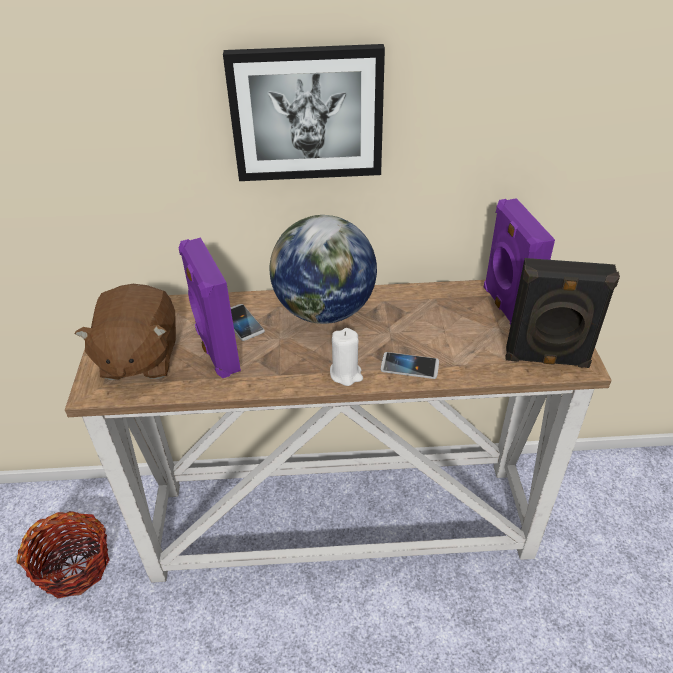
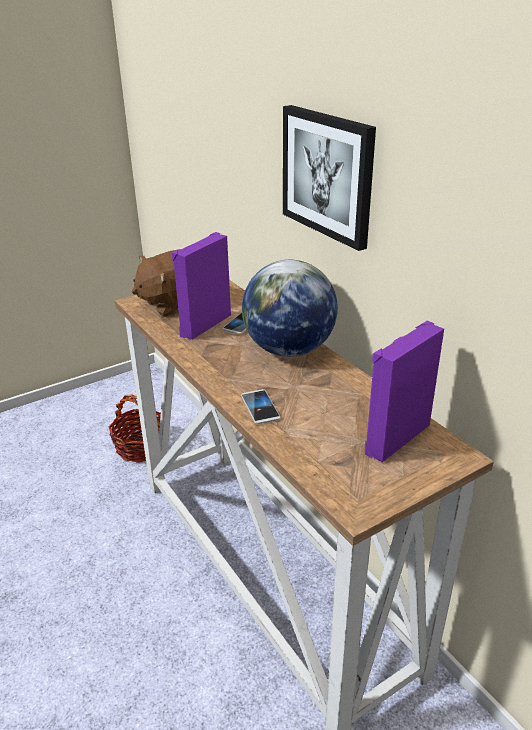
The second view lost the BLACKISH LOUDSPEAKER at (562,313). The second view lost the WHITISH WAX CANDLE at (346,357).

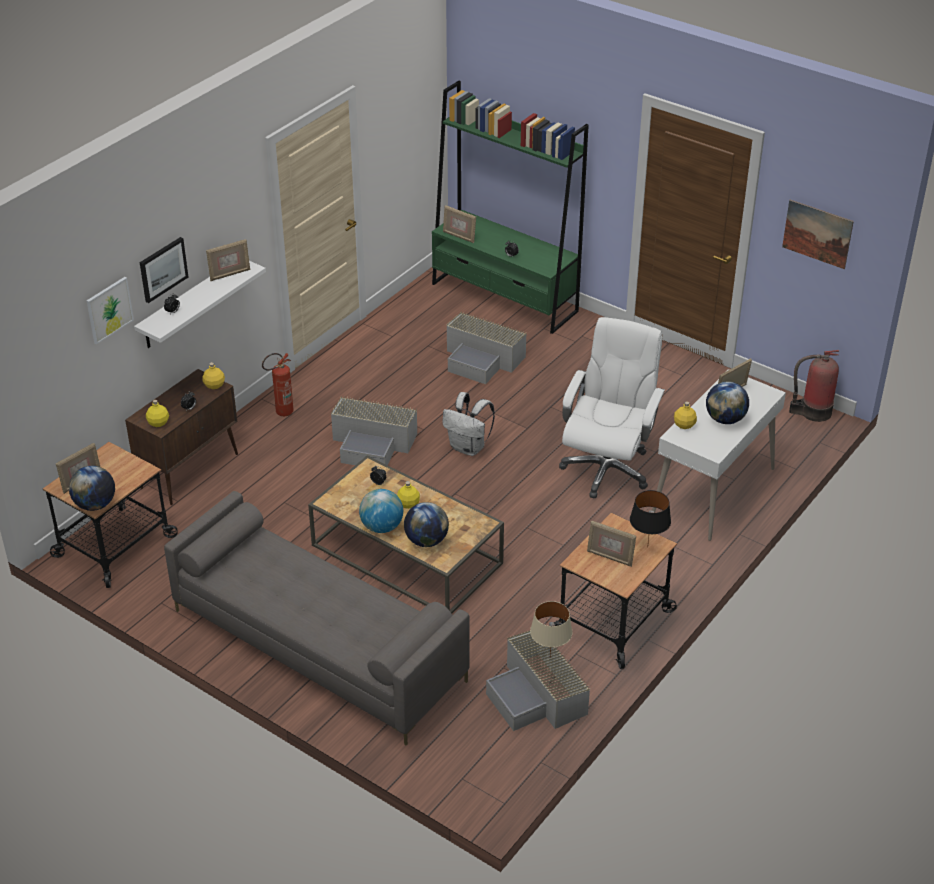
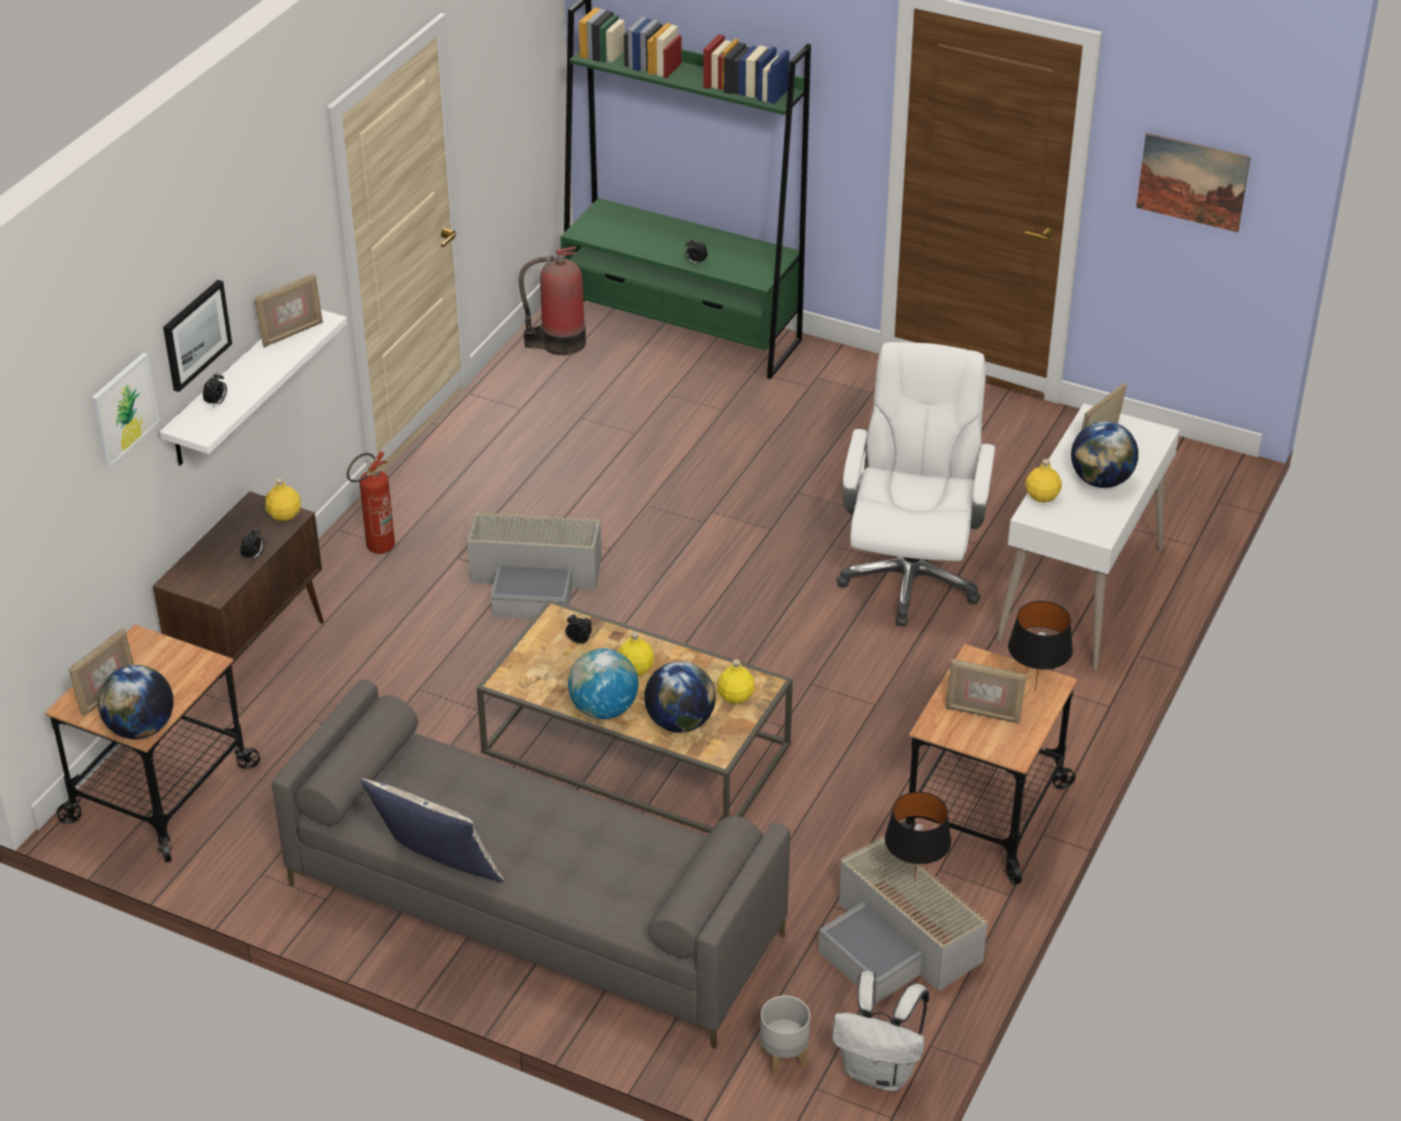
The second view lost the STANDING FRAME at (459,224). The second view lost the GRAY STORAGE CONTAINER at (487,348). The FIRE-FIGHTING CYLINDER ended up elsewhere, having gone from (814,386) to (552,300). The WHITISH BACKPACK ended up elsewhere, having gone from (468,424) to (880,1031). The YELLOW-COLOURED BEVERAGE BOTTLE ended up elsewhere, having gone from (157,413) to (736,681). What was the SAND-COLOURED TABLE LAMP at (551,628) turned into the BLACKISH TABLE LAMP at (918,837). The second view gained the PILLOW at (432,830). The second view gained the GRAY PLANT POT at (785,1036).

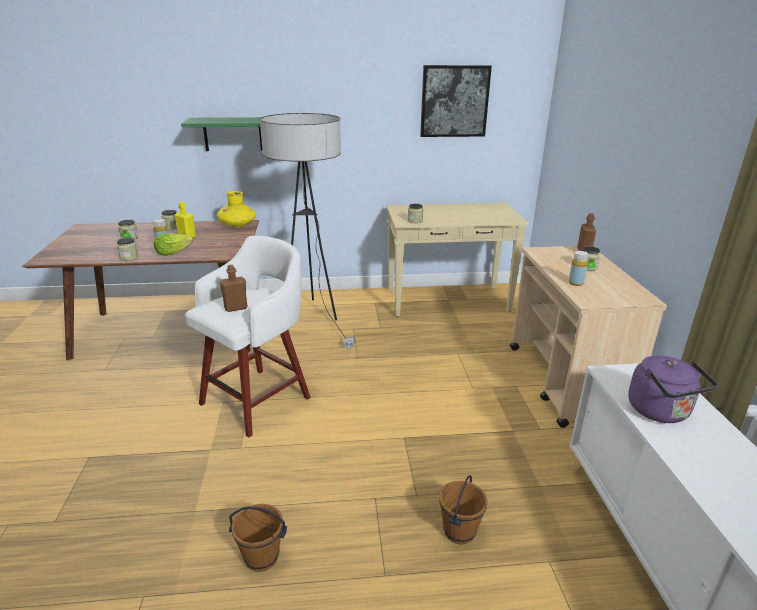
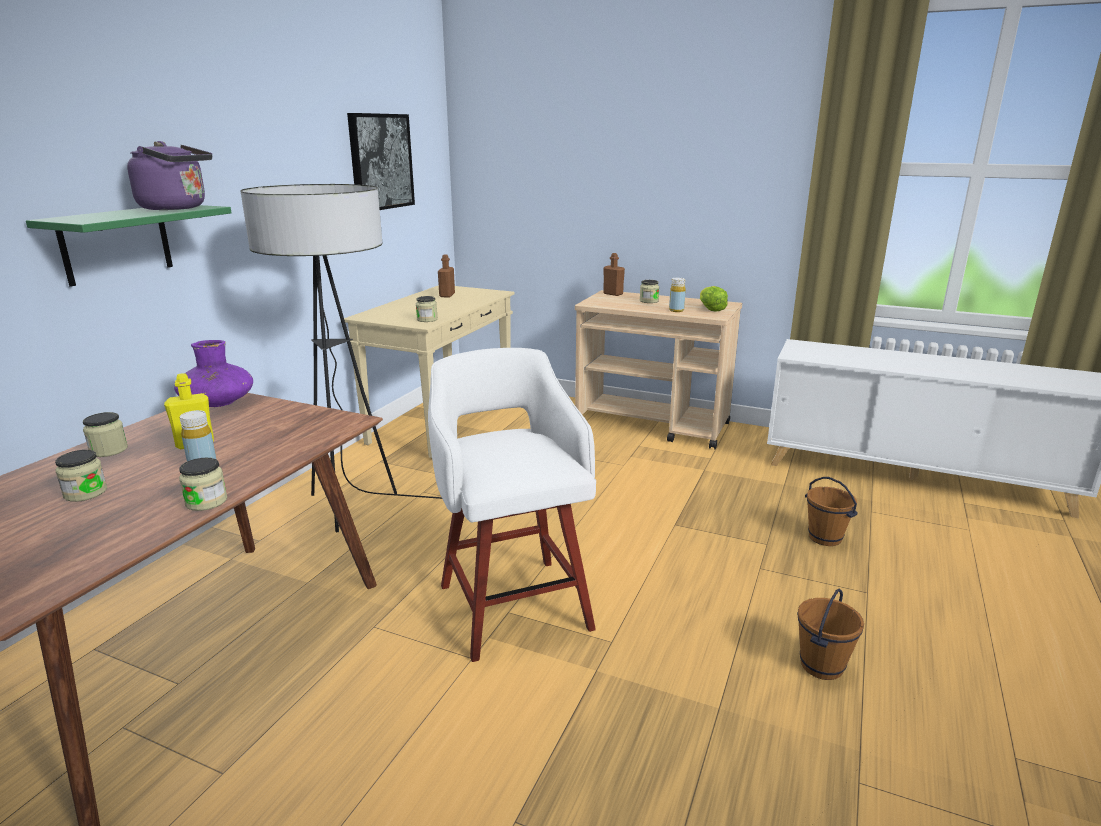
What was the YELLOW-COLOURED FLOWER VASE at (236,209) turned into the PURPLE-COLOURED FLOWER VASE at (213,373). The LETTUCE HEAD ended up elsewhere, having gone from (173,244) to (714,299). The BROWN-COLOURED BEVERAGE BOTTLE ended up elsewhere, having gone from (234,288) to (446,276). The PURPLE-COLOURED WATER KETTLE ended up elsewhere, having gone from (673,389) to (169,175).

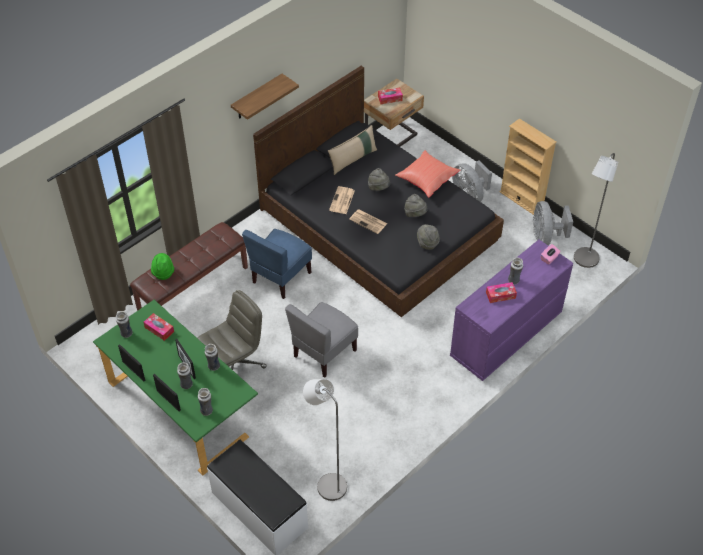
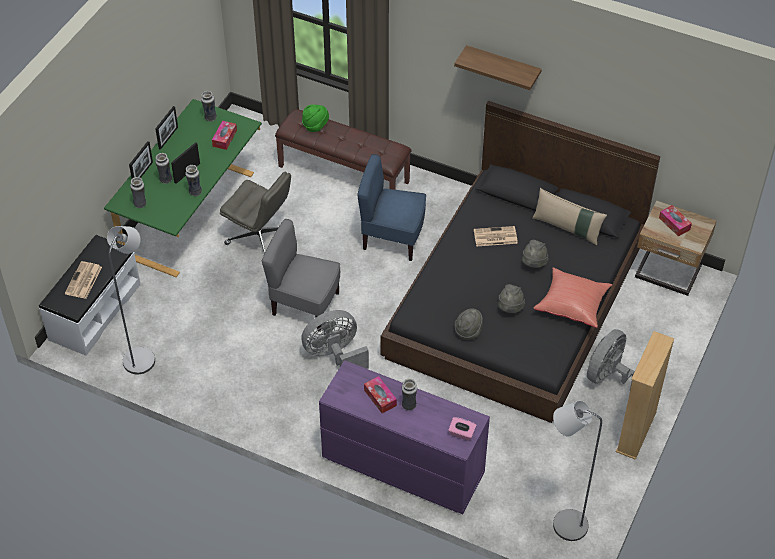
The GRAY ELECTRIC FAN ended up elsewhere, having gone from (553,223) to (335,339). The DAILY PAPER ended up elsewhere, having gone from (368,221) to (83,280).

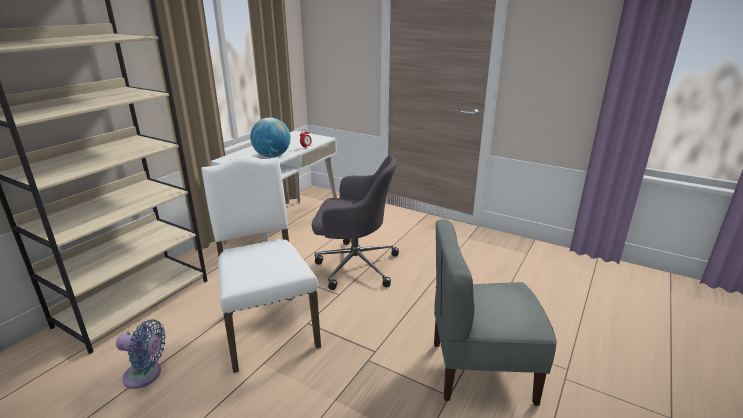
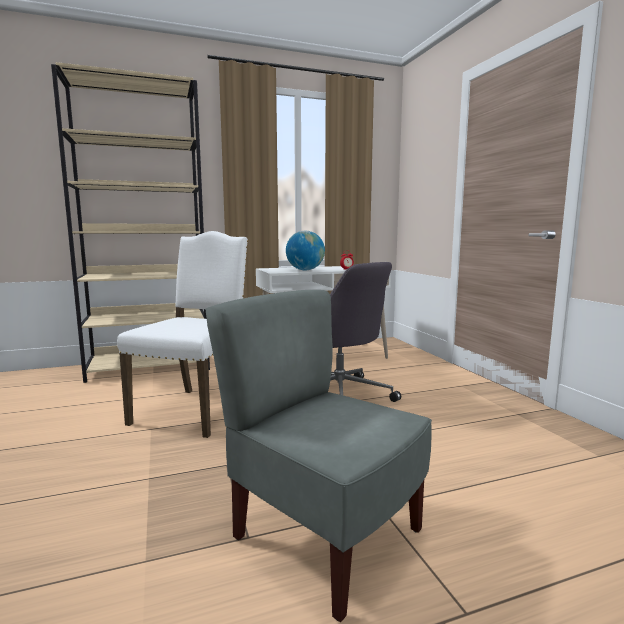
The second view lost the BLUISH ELECTRIC FAN at (141,354).

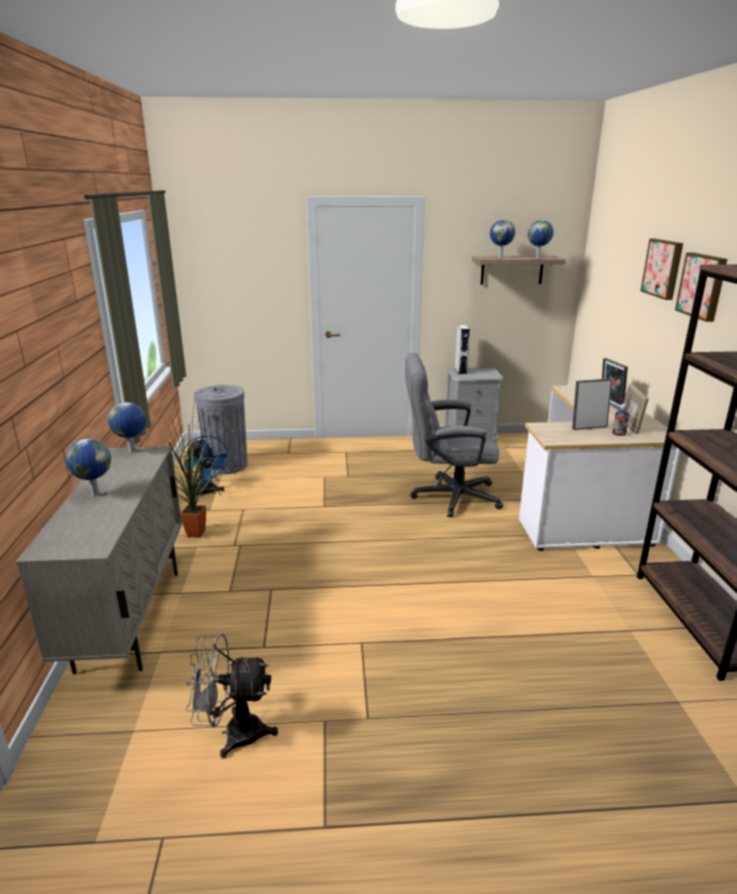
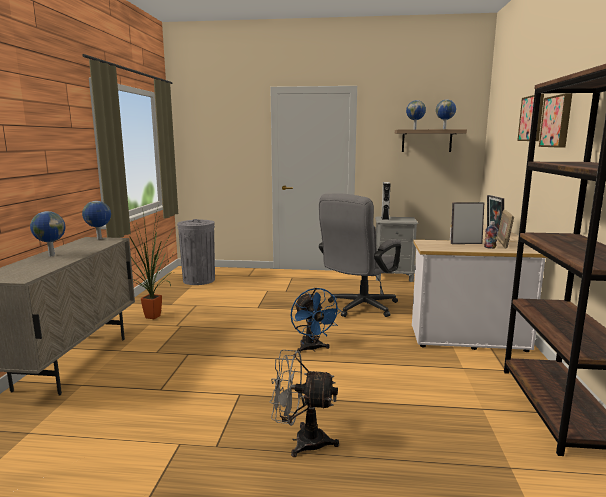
The GRAY OFFICE CHAIR at (454,435) ended up facing another way, 60 degrees counterclockwise from before. The BLUISH ELECTRIC FAN ended up elsewhere, having gone from (205,465) to (316,320). The GRAY ELECTRIC FAN ended up elsewhere, having gone from (232,696) to (304,403).

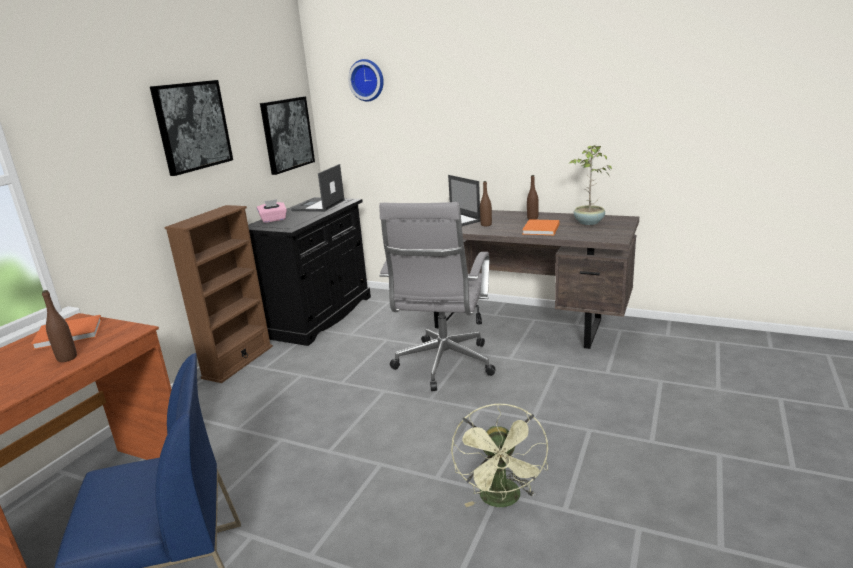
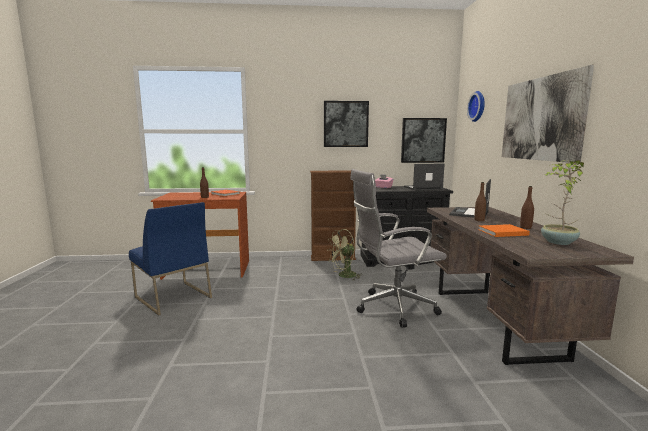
The GREEN ELECTRIC FAN ended up elsewhere, having gone from (499,455) to (344,254). The second view gained the WALL PICTURE at (548,114).

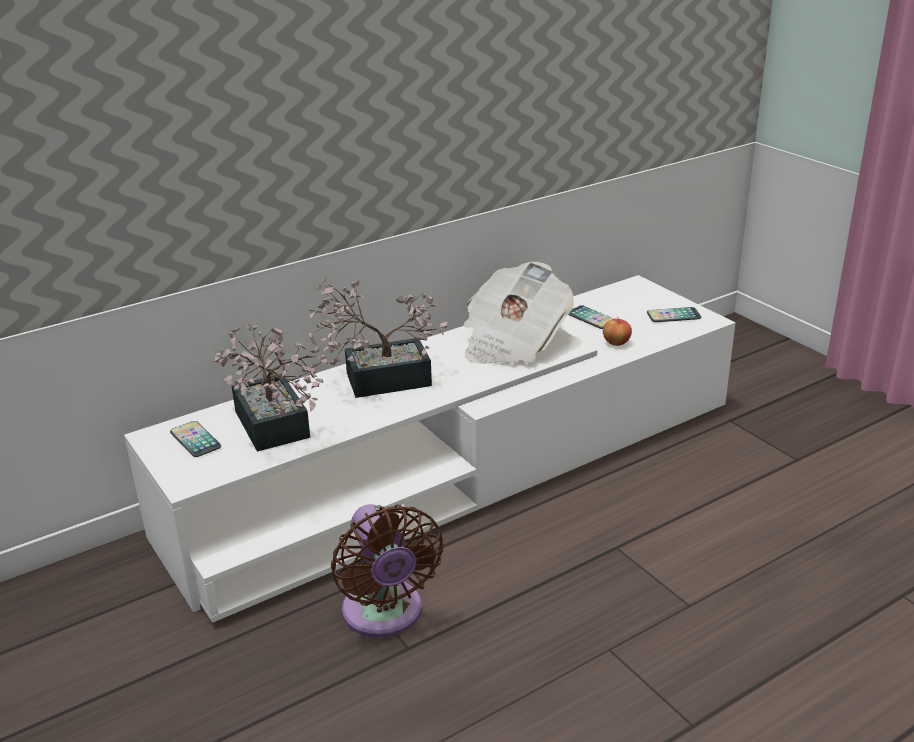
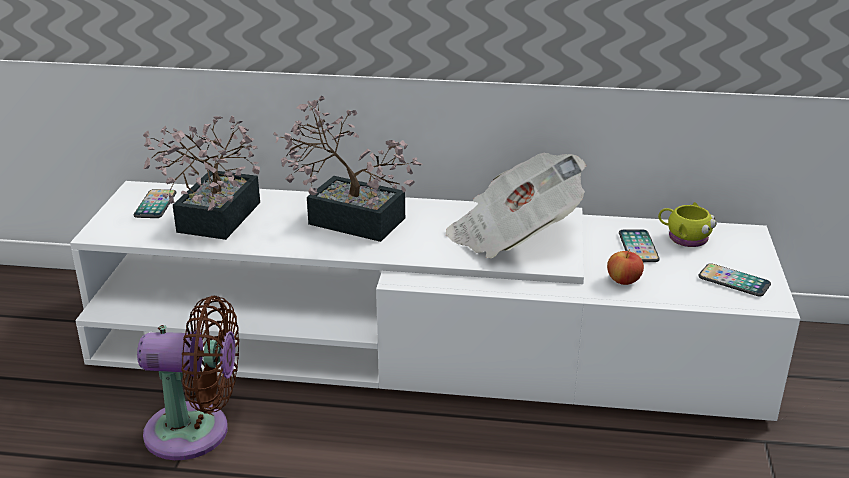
The BROWN-COLOURED ELECTRIC FAN at (387,571) ended up facing another way, 105 degrees counterclockwise from before. The second view gained the YELLOW-COLOURED COFFEE MUG at (687,224).

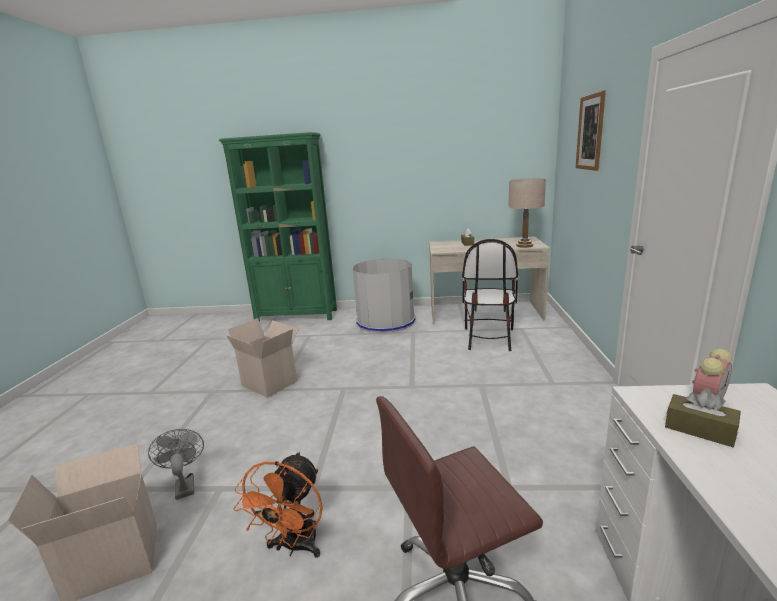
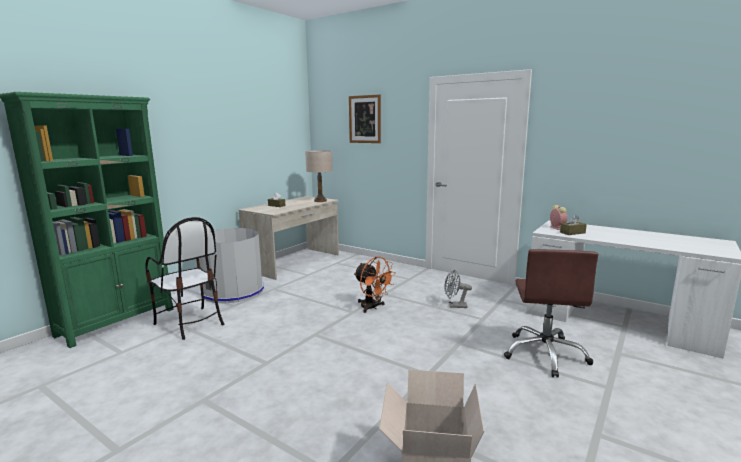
The PLAIN CHAIR ended up elsewhere, having gone from (490,295) to (185,278). The second view lost the CARDBOARD BOX at (262,358). The GRAY ELECTRIC FAN ended up elsewhere, having gone from (176,464) to (458,289). The ORANGE ELECTRIC FAN ended up elsewhere, having gone from (278,505) to (375,285).

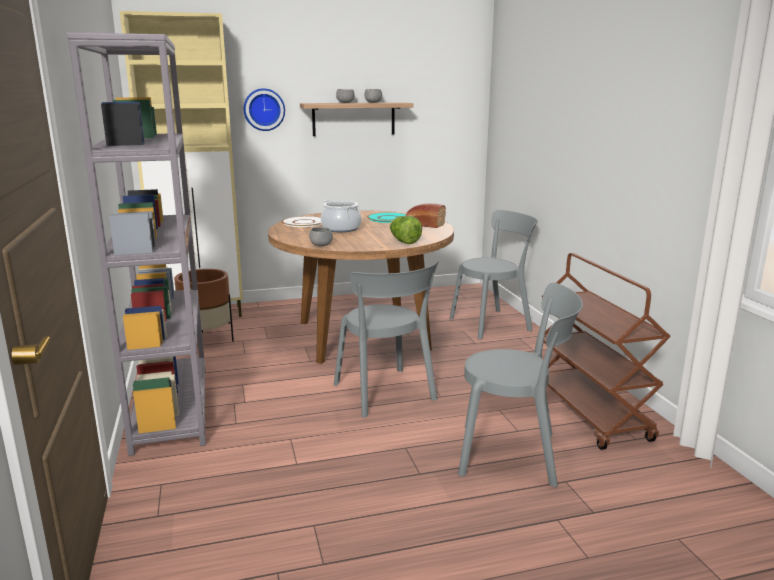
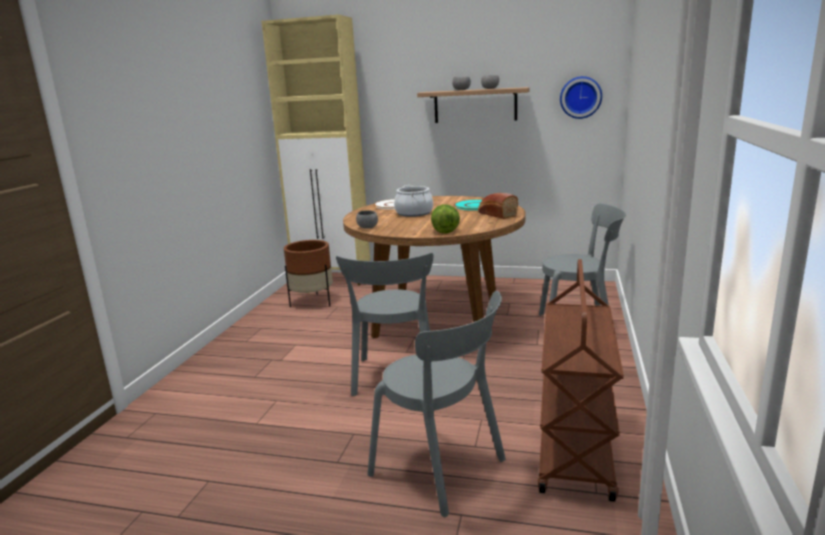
The second view lost the GRAY BOOKSHELF at (136,244). The WALL CLOCK ended up elsewhere, having gone from (264,109) to (581,97).

